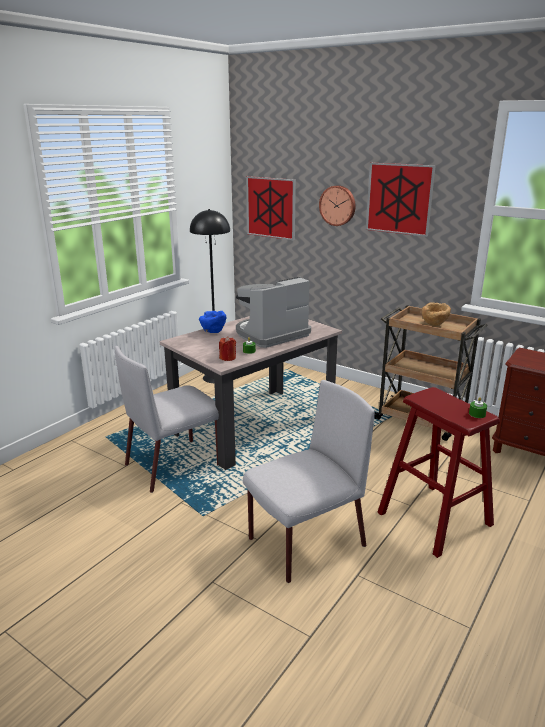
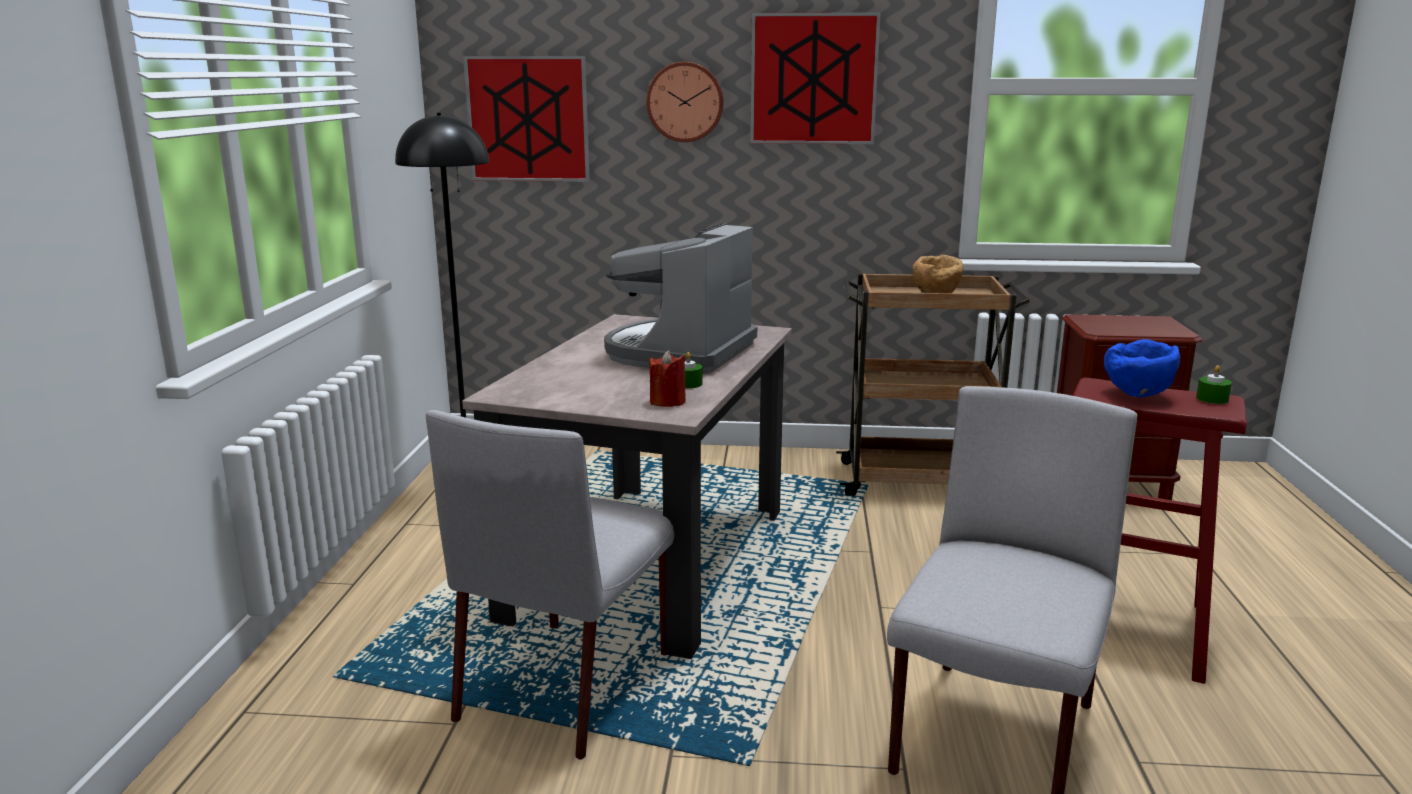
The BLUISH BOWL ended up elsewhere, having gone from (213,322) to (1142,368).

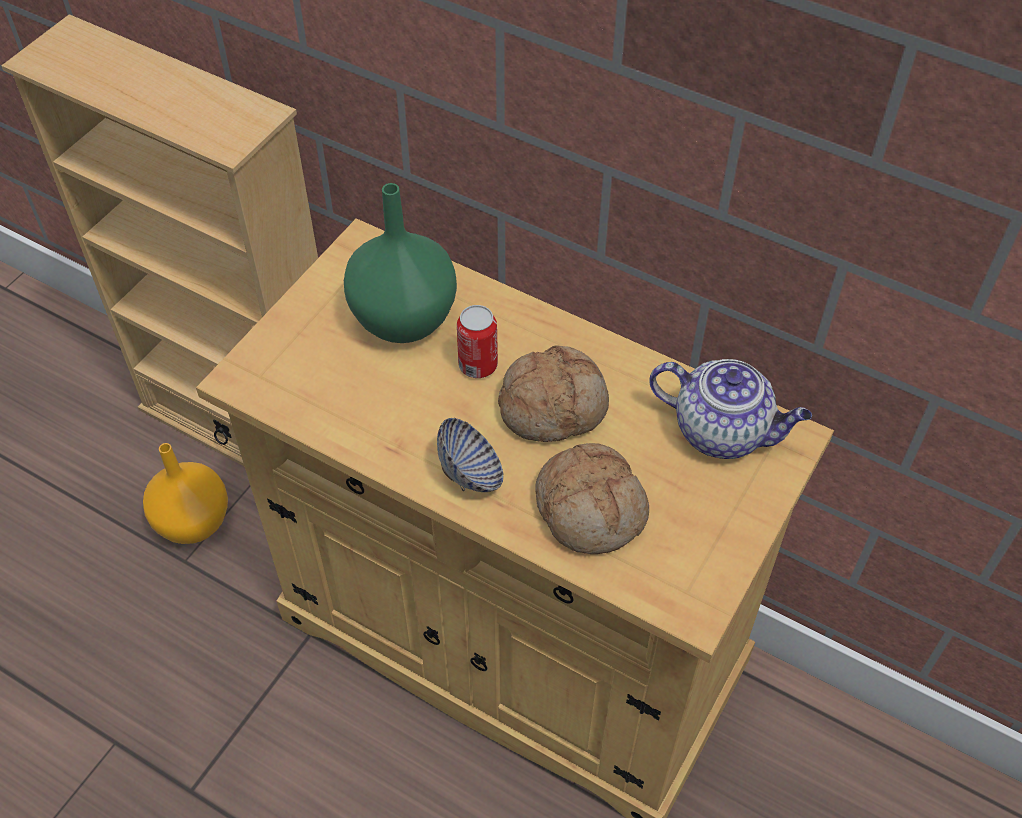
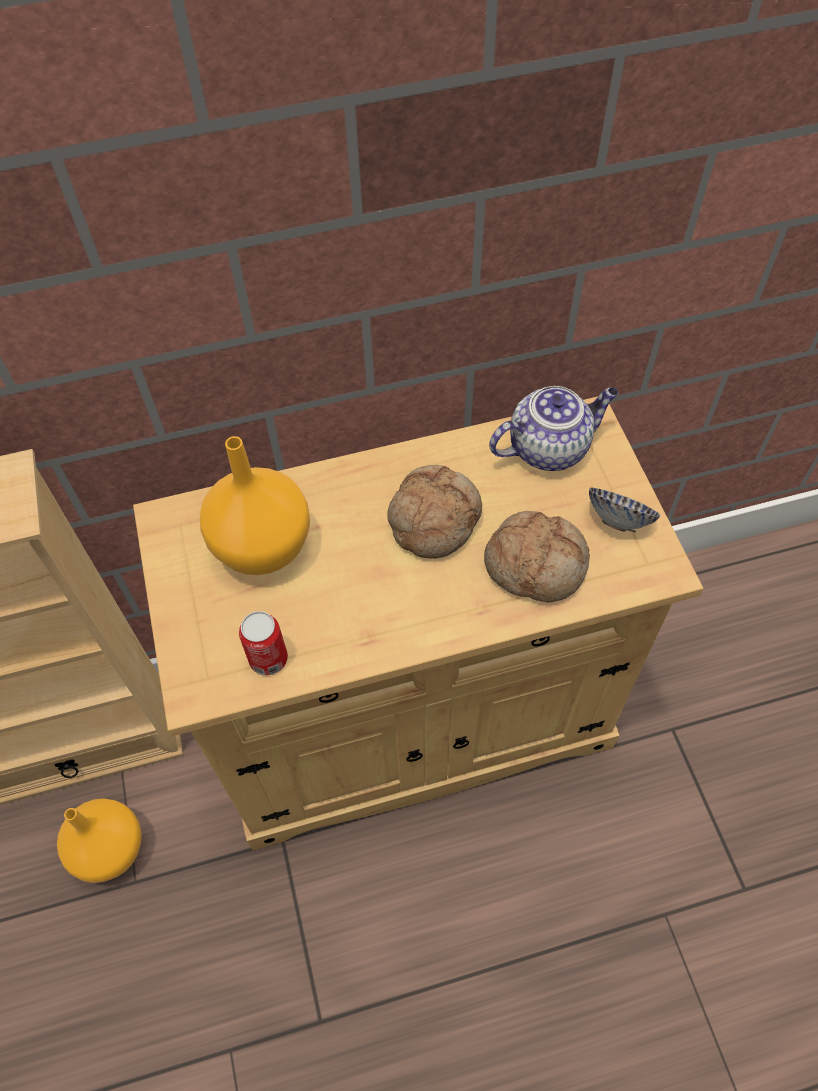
What was the GREEN FLOWER VASE at (400,263) turned into the ORANGE FLOWER VASE at (255,505). The SEALED CAN ended up elsewhere, having gone from (477,341) to (263,643). The BOWL ended up elsewhere, having gone from (470,455) to (624,510).

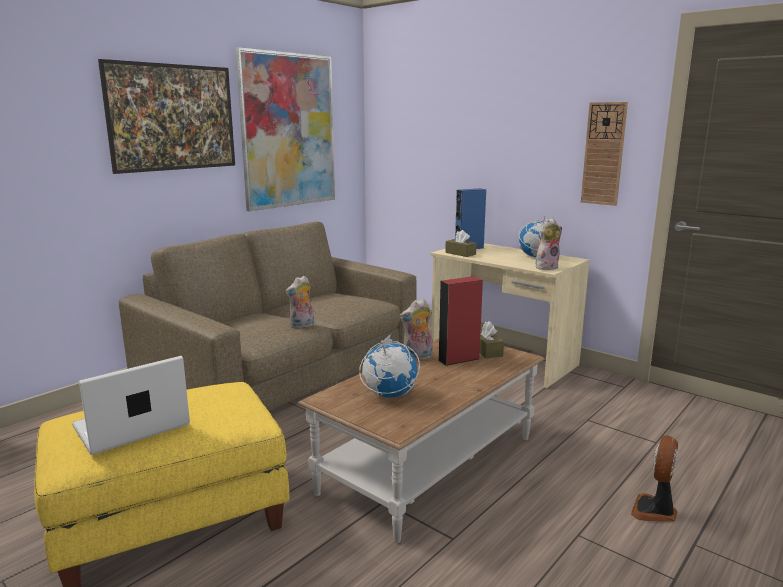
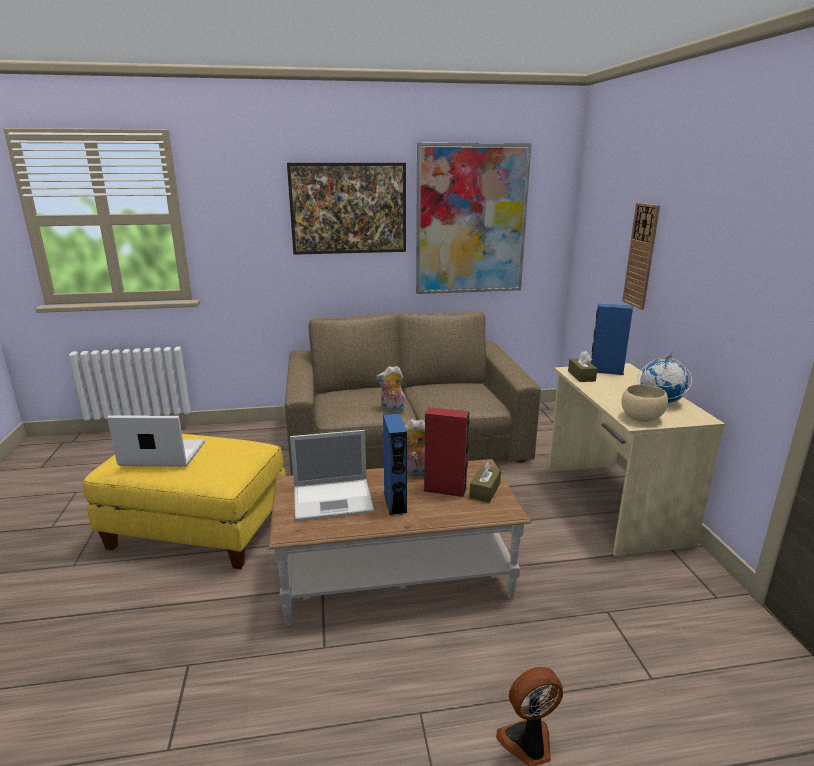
The WALL CLOCK ended up elsewhere, having gone from (604,154) to (641,256). Where the CUDDLY TOY stood at (548,244), the SAND-COLOURED BOWL came to stand at (645,403). Where the WORLD GLOBE stood at (389,366), the PORTABLE COMPUTER came to stand at (332,475). The second view gained the BLUISH LOUDSPEAKER at (395,465).

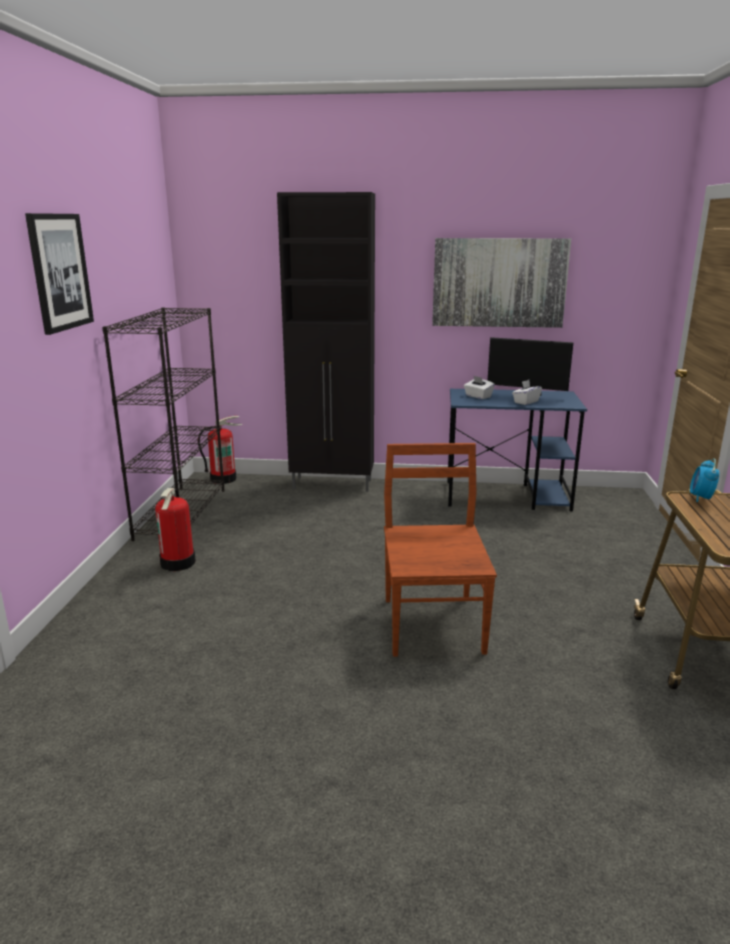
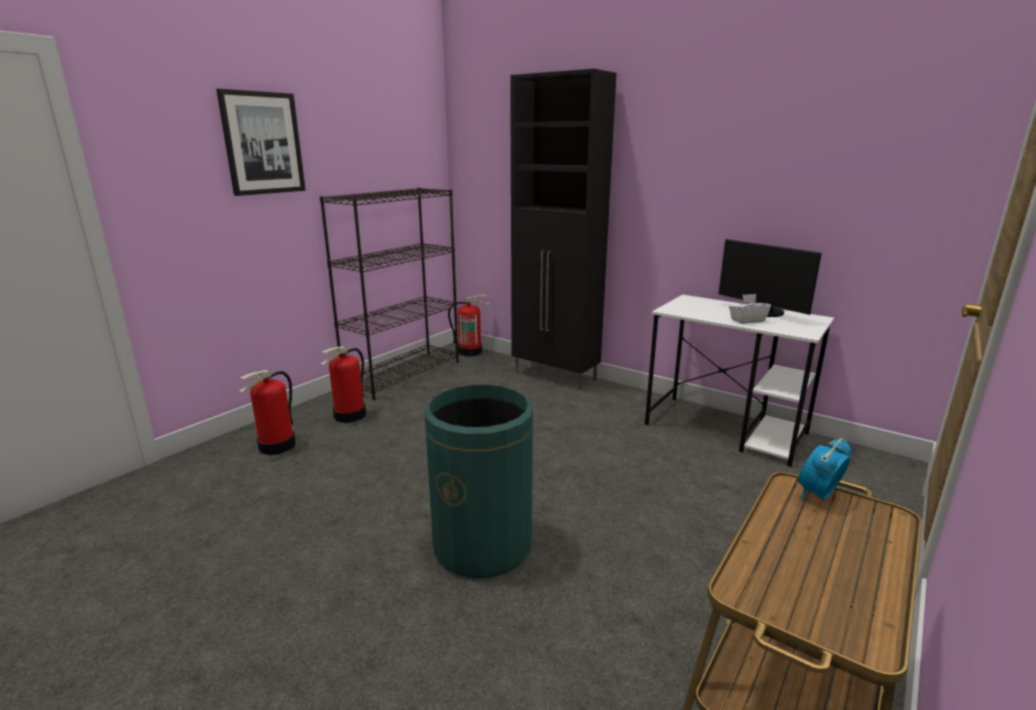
The second view lost the WALL PICTURE at (501,283). The second view lost the WHITISH BOX OF TISSUES at (479,387). What was the BLUISH DESK TABLE at (517,450) turned into the WHITISH DESK TABLE at (739,381). Where the BROWN-COLOURED PLAIN CHAIR stood at (440,550), the GREEN WASTE BIN came to stand at (478,481). The second view gained the FIRE-FIGHTING CYLINDER at (268,412).

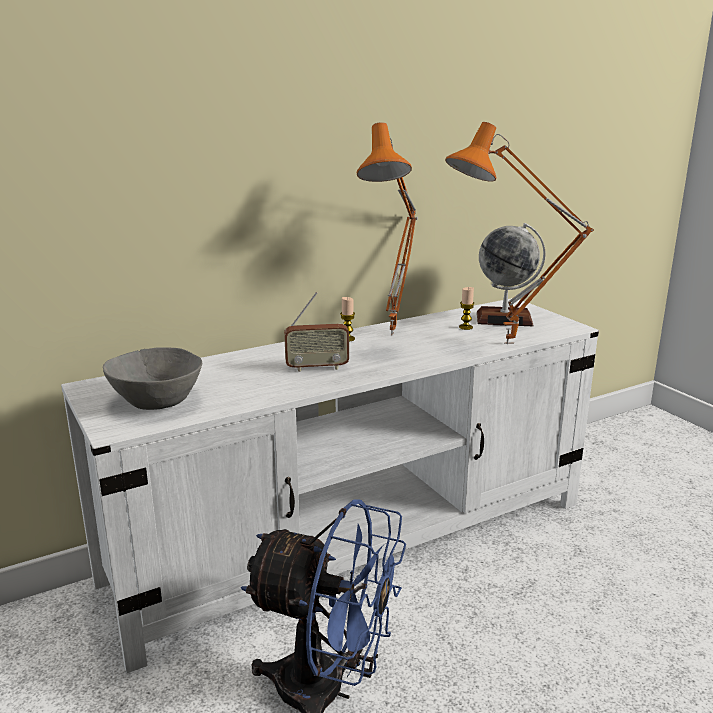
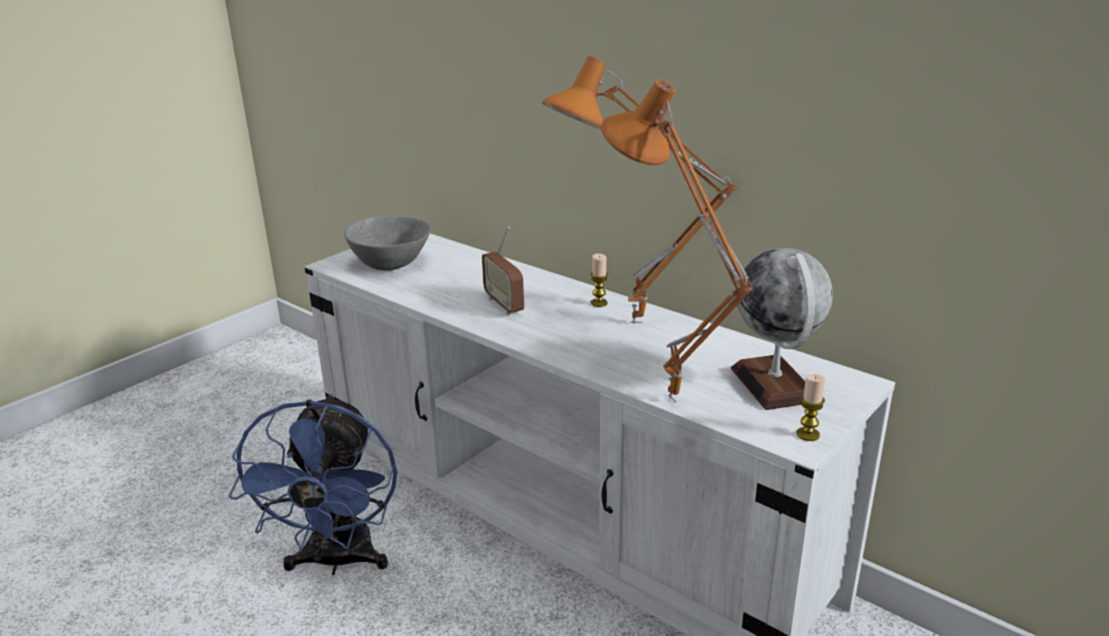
The WAX CANDLE ended up elsewhere, having gone from (467,308) to (811,407).

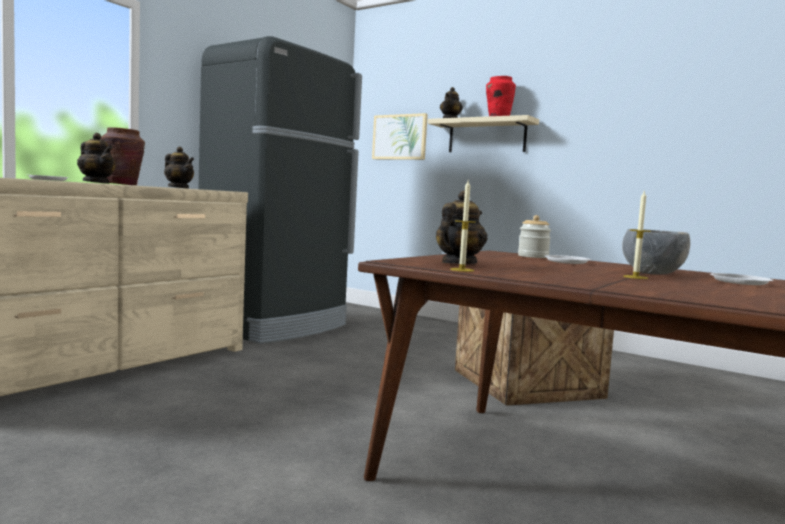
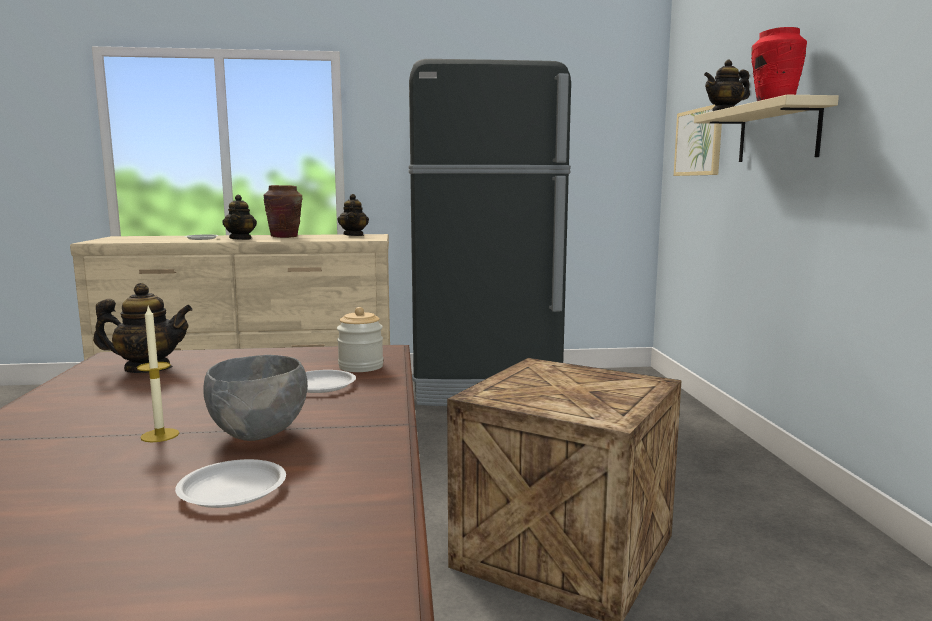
The second view lost the WAX CANDLE at (463,226).

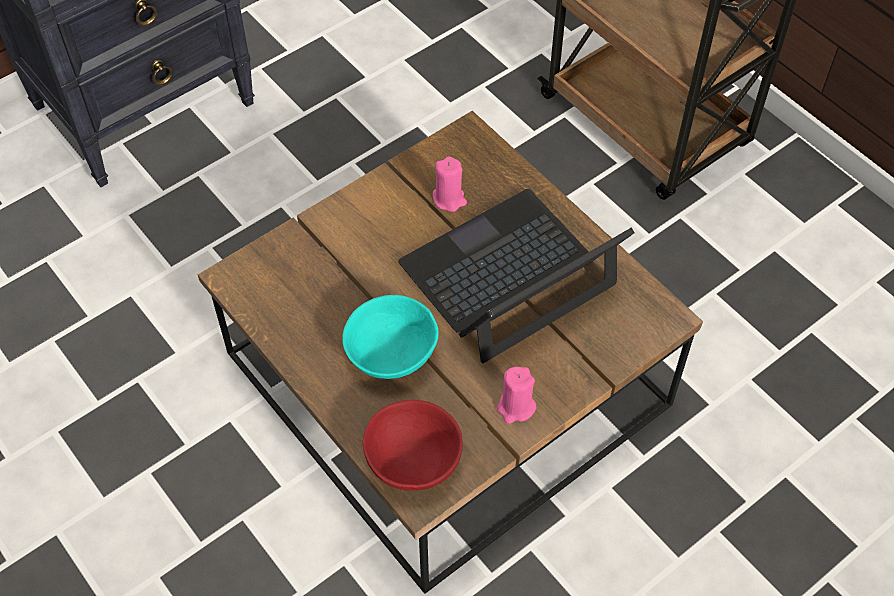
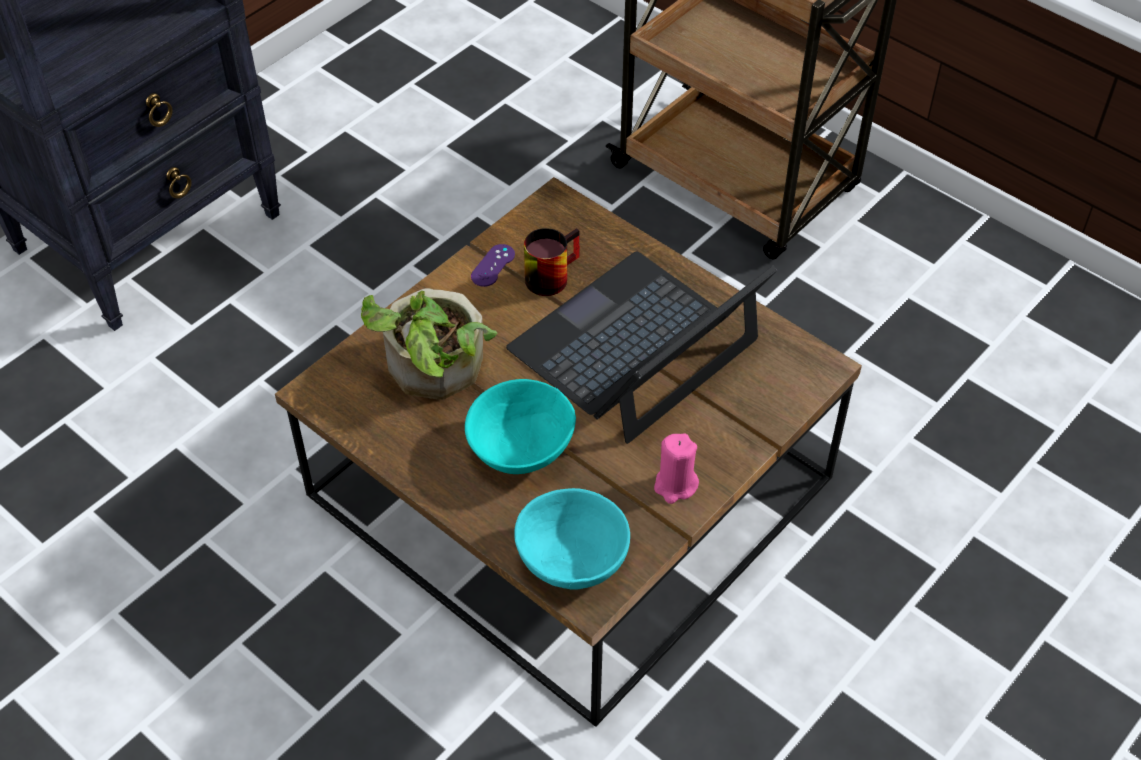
Where the PINKISH WAX CANDLE stood at (450,184), the COFFEE MUG came to stand at (552,262). What was the RED BOWL at (413,445) turned into the TURQUOISE-COLOURED BOWL at (572,539). The second view gained the PURPLE-COLOURED JOYPAD at (493,265). The second view gained the HOUSEPLANT at (429,344).

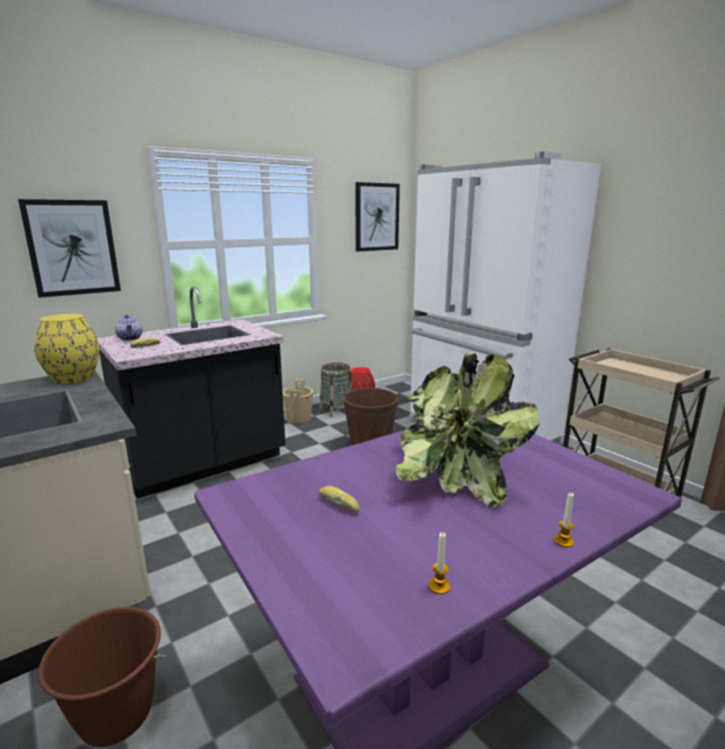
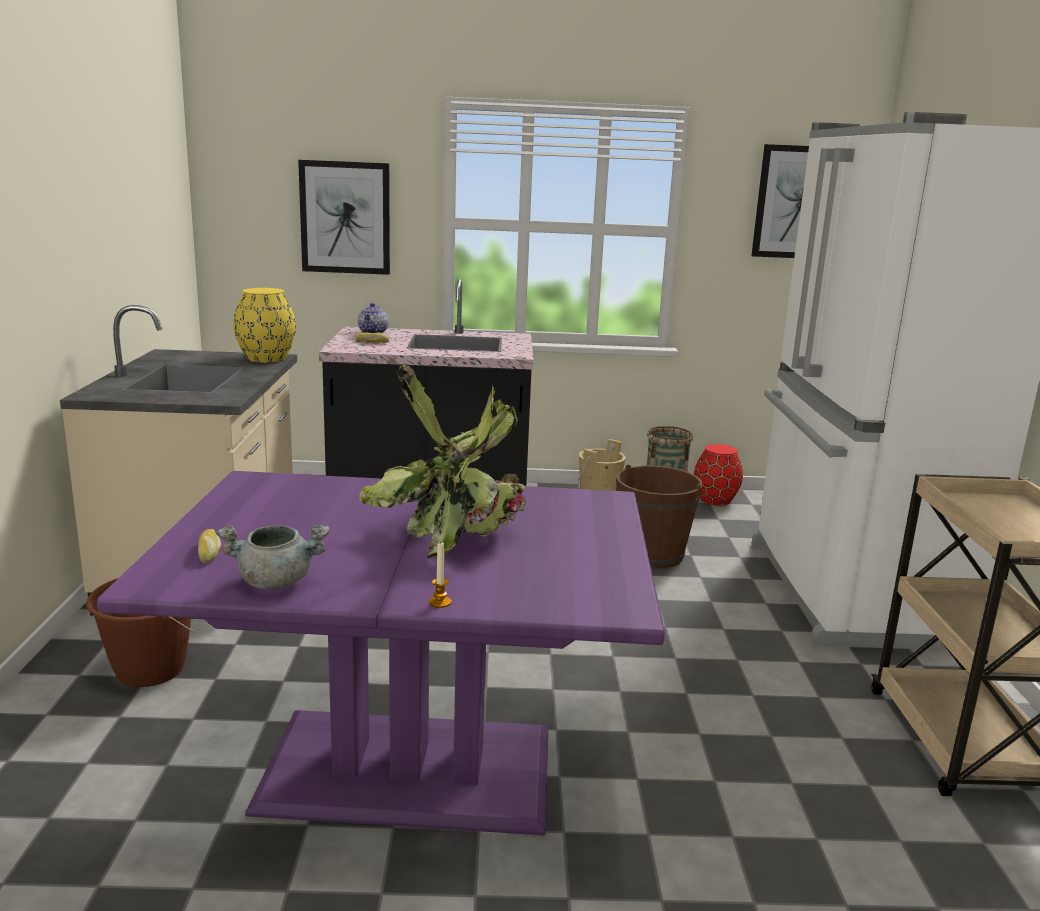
The BAKERY BREAD ended up elsewhere, having gone from (339,499) to (209,546). Where the WAX CANDLE stood at (439,563), the GRAY SAUCEPOT came to stand at (273,557).

